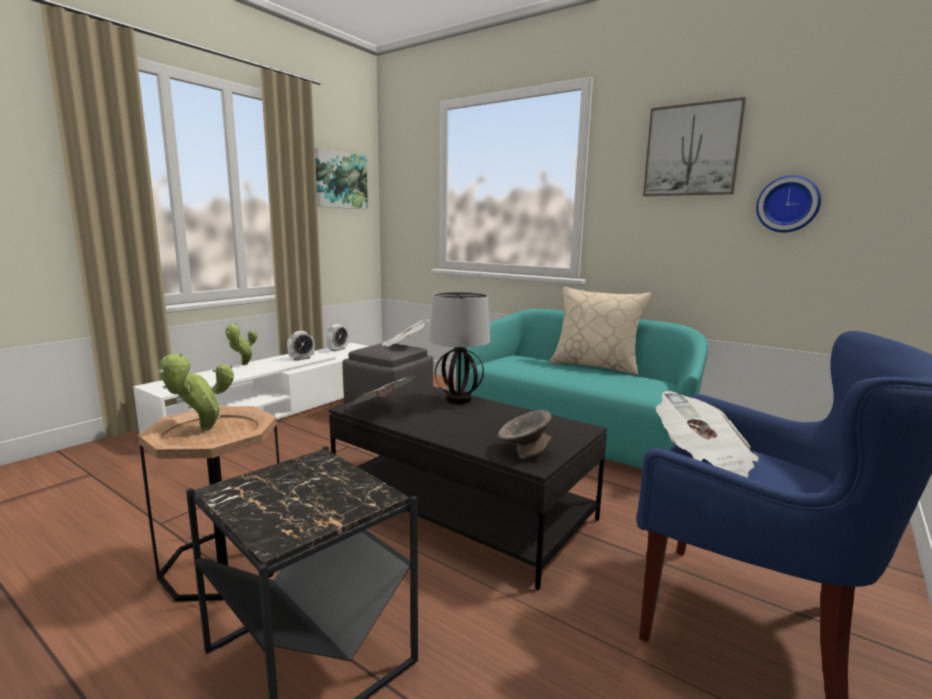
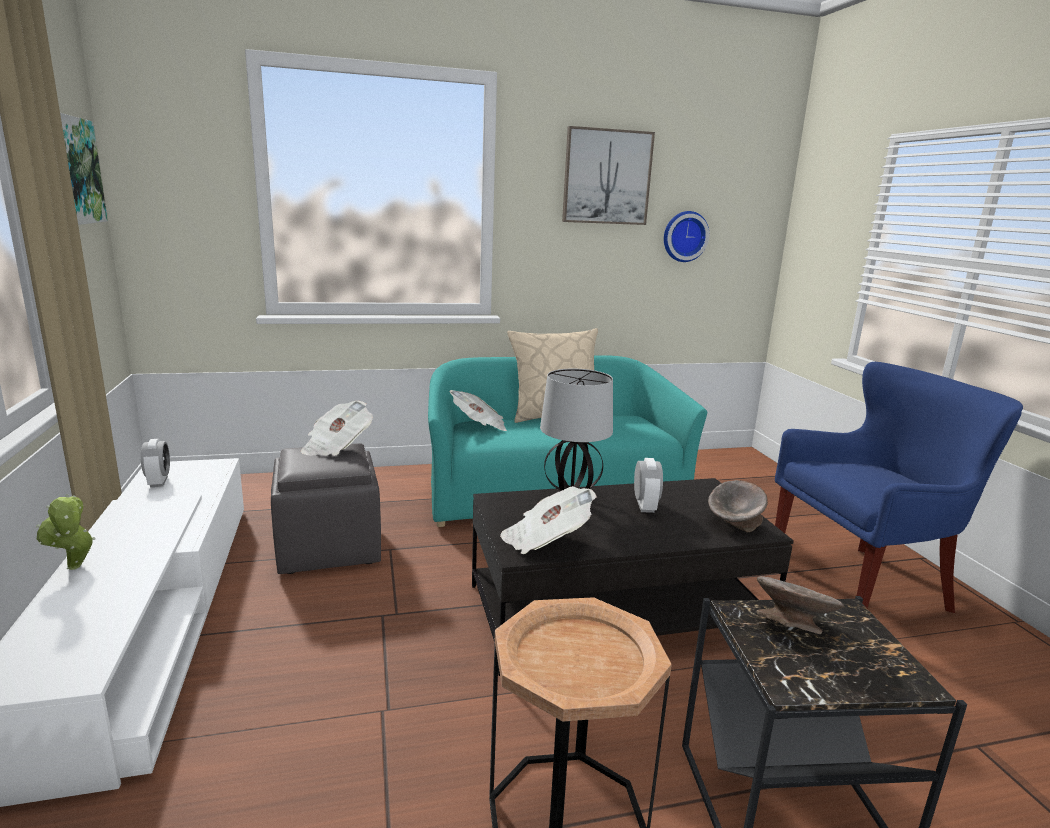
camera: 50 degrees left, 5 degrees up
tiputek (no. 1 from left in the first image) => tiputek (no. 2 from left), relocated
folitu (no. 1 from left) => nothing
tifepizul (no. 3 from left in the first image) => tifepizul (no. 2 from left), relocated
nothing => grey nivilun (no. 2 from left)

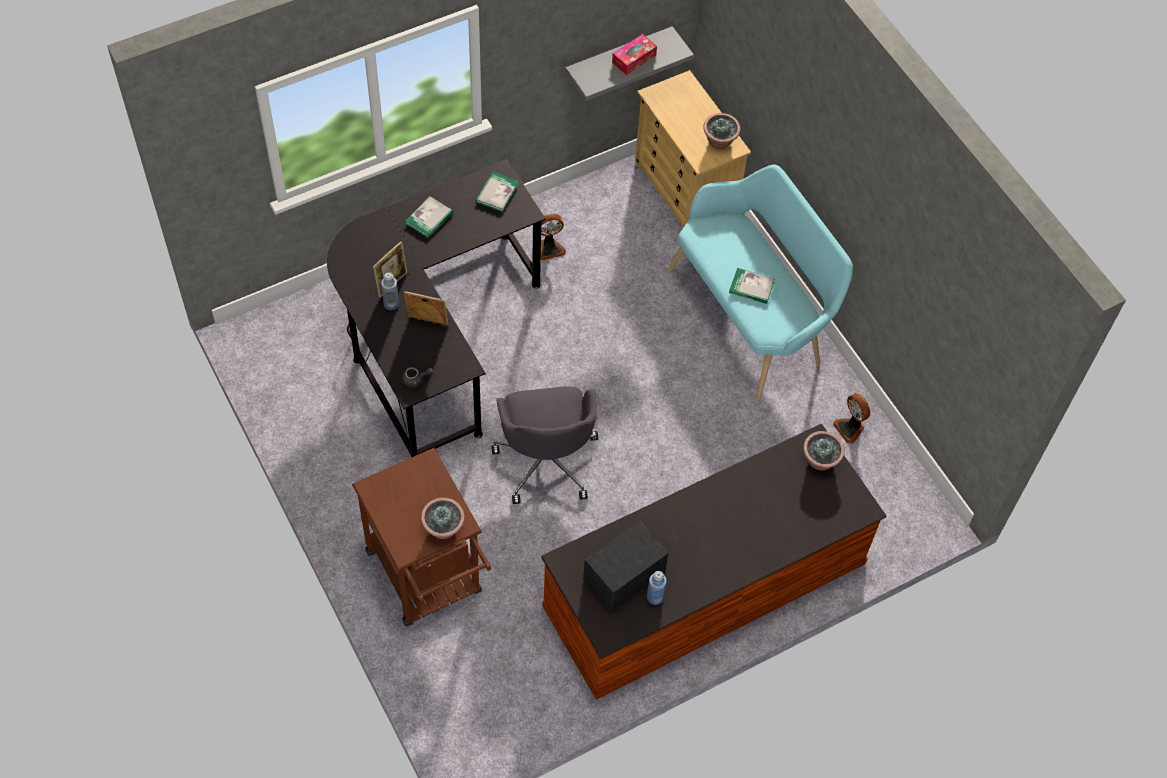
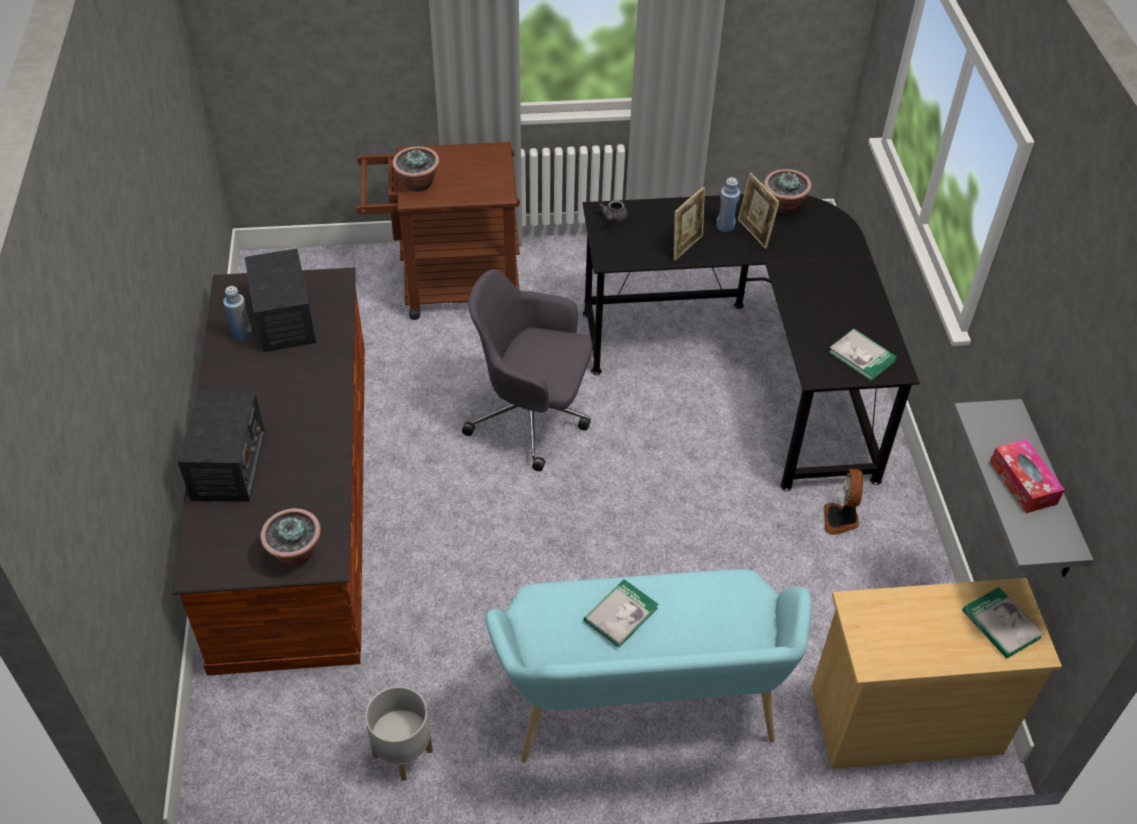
camera: 115 degrees right, 10 degrees down
folitu (no. 2 from left in the first image) => folitu (no. 3 from left), relocated
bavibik (no. 1 from left in the first image) => bavibik (no. 3 from left), relocated
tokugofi (no. 2 from left) => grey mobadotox
nothing => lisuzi (no. 1 from left)

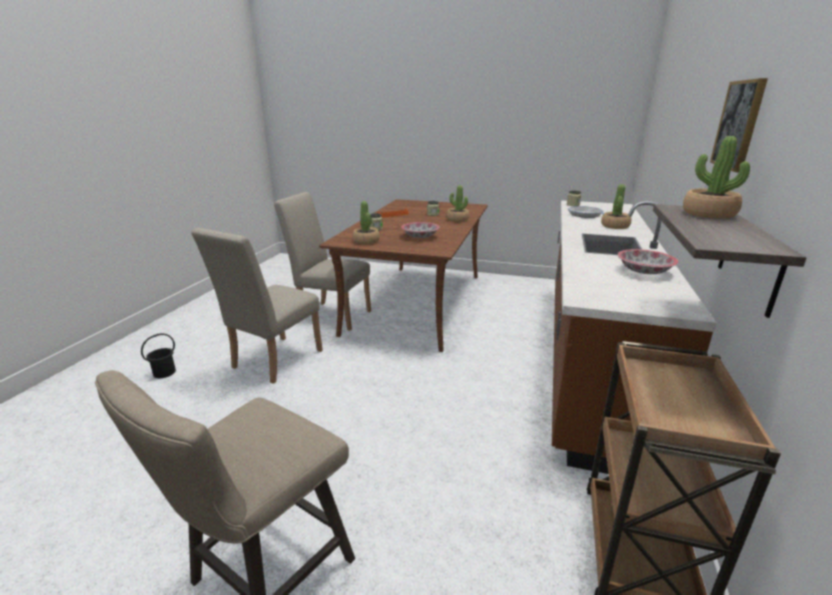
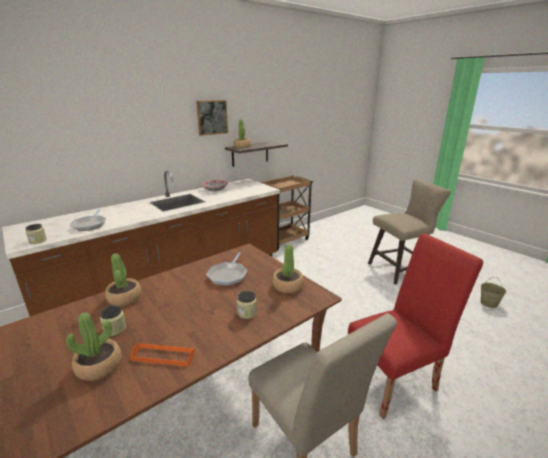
camera: 145 degrees left, 0 degrees up
folitu (no. 3 from left in the first image) => folitu (no. 1 from left), relocated
nivilun (no. 1 from left) => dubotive (no. 2 from left)
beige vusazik (no. 1 from left) => red vusazik
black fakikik => nothing
nothing => beige fakikik

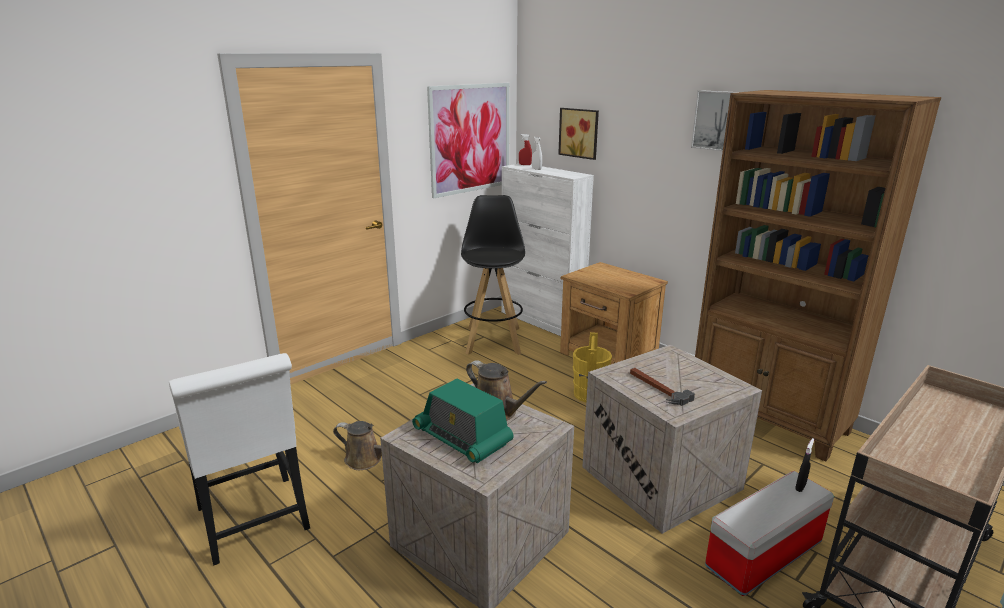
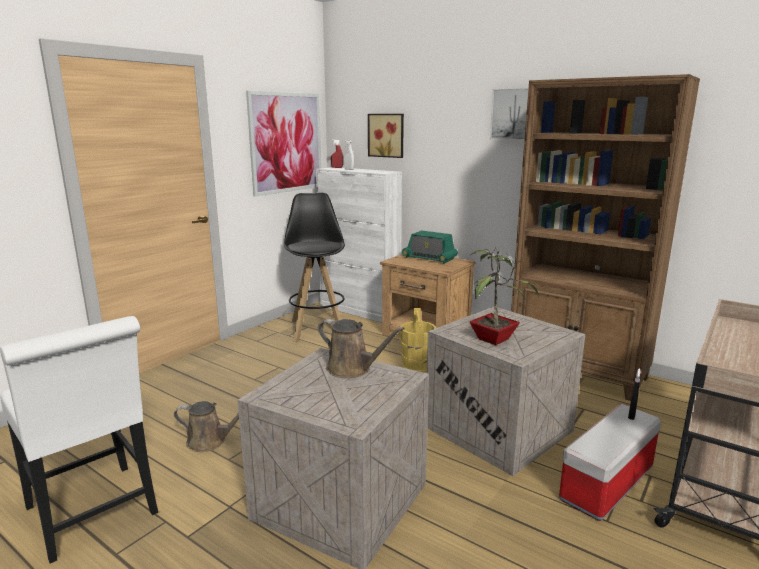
camera: 10 degrees left, 5 degrees down
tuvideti => folitu
lisuzi, relocated

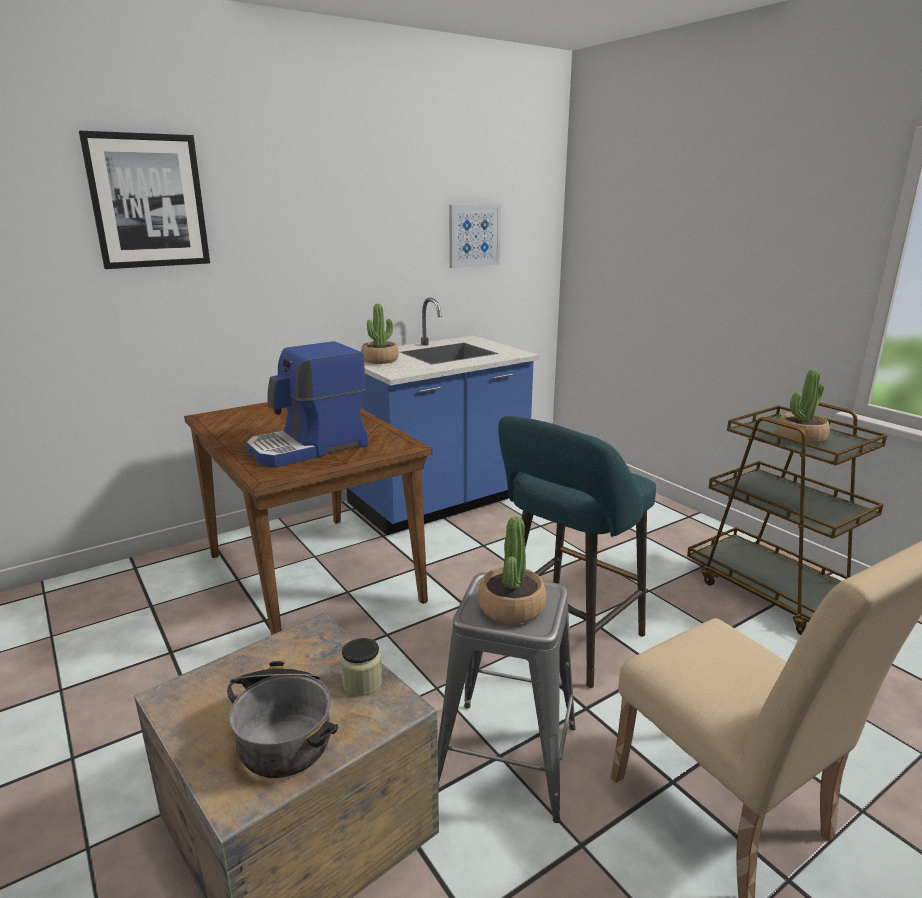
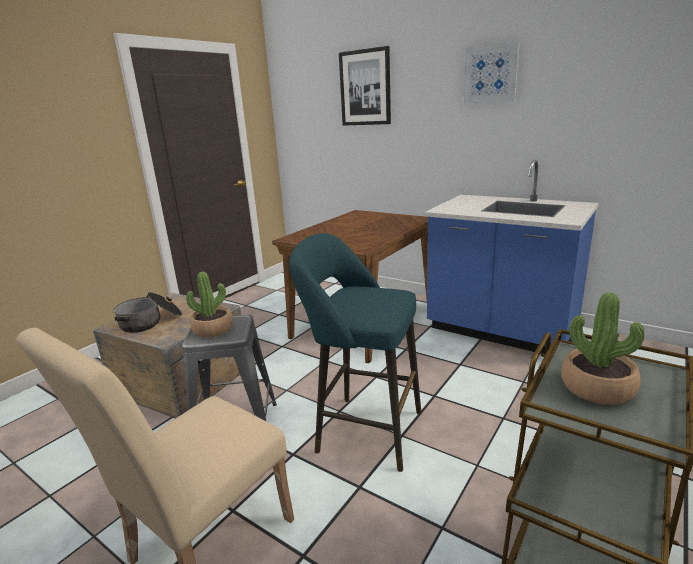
camera: 70 degrees right, 0 degrees up
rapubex (no. 2 from left), relocated
folitu (no. 1 from left) => nothing
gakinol => nothing
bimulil => nothing

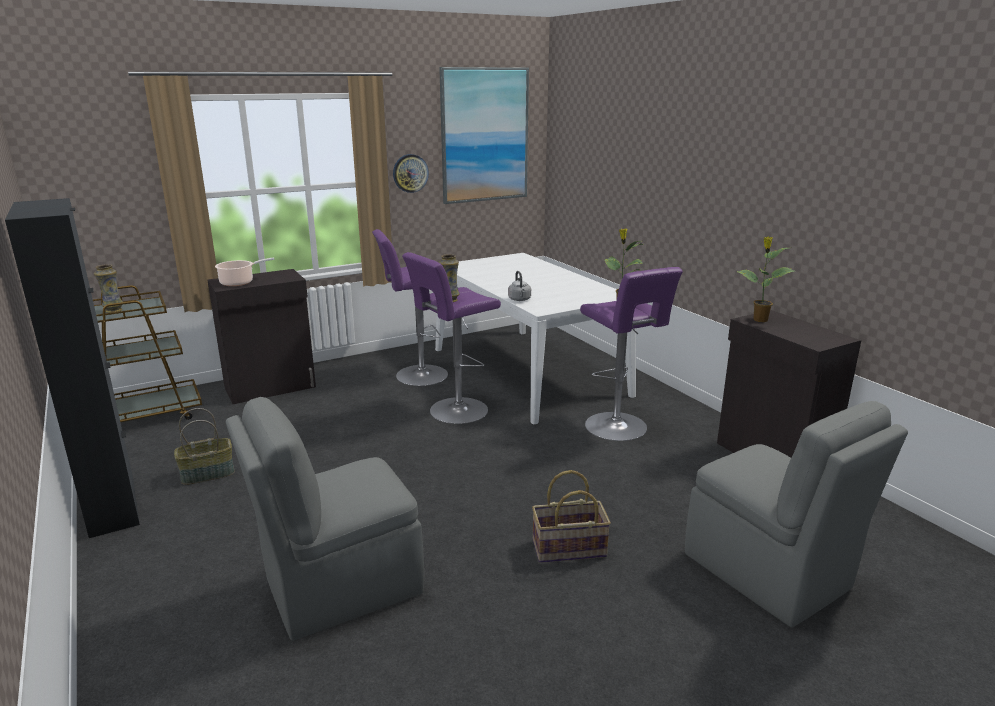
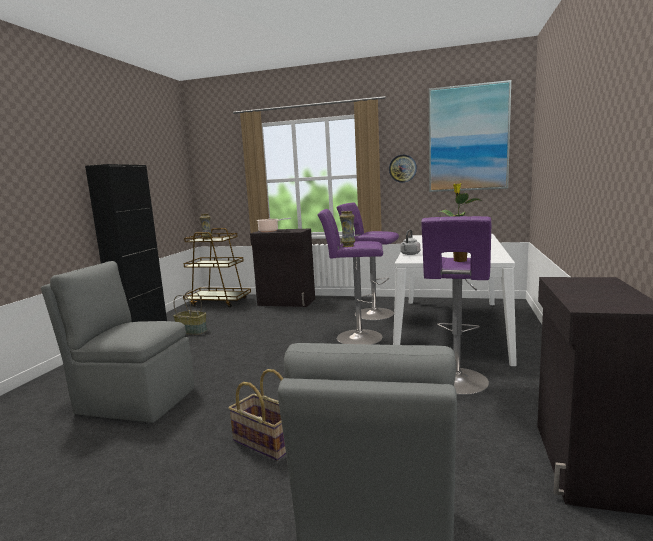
camera: 45 degrees right, 10 degrees down
folitu (no. 2 from left) => nothing

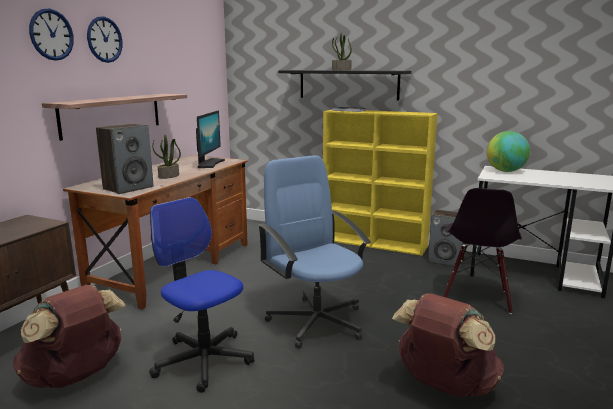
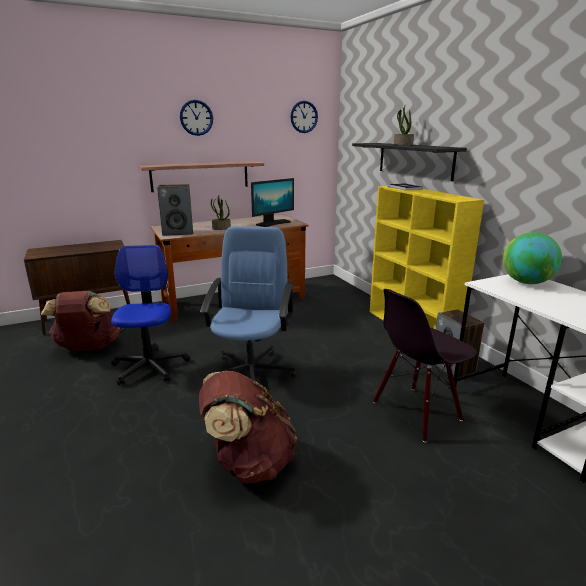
camera: 40 degrees right, 5 degrees up
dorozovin (no. 1 from left in the first image) => dorozovin (no. 2 from left), relocated

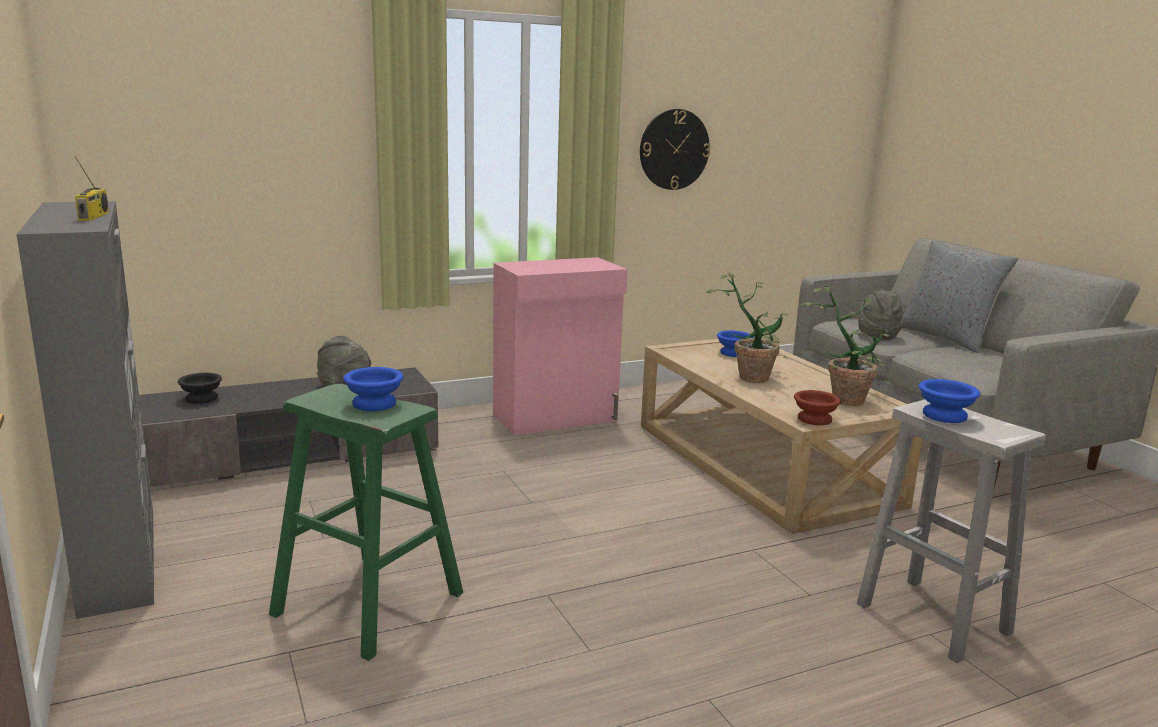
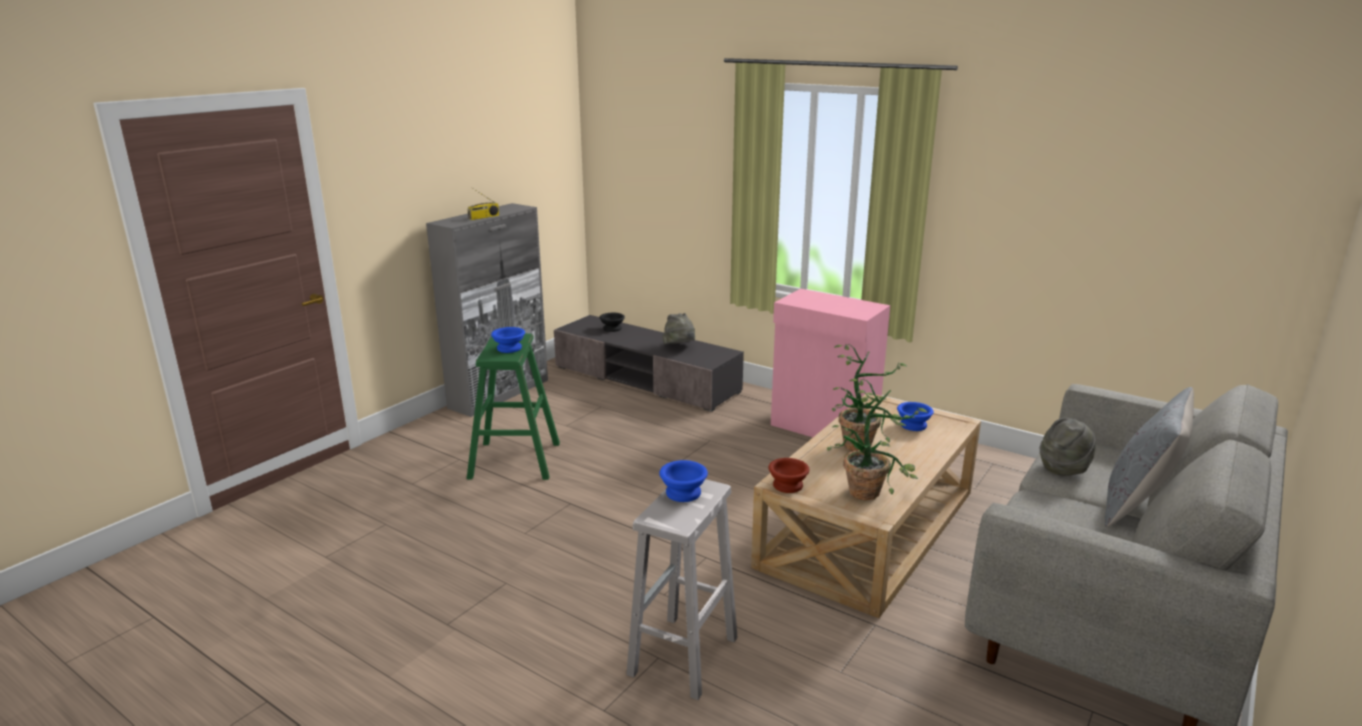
camera: 60 degrees right, 5 degrees up
dorozovin => nothing

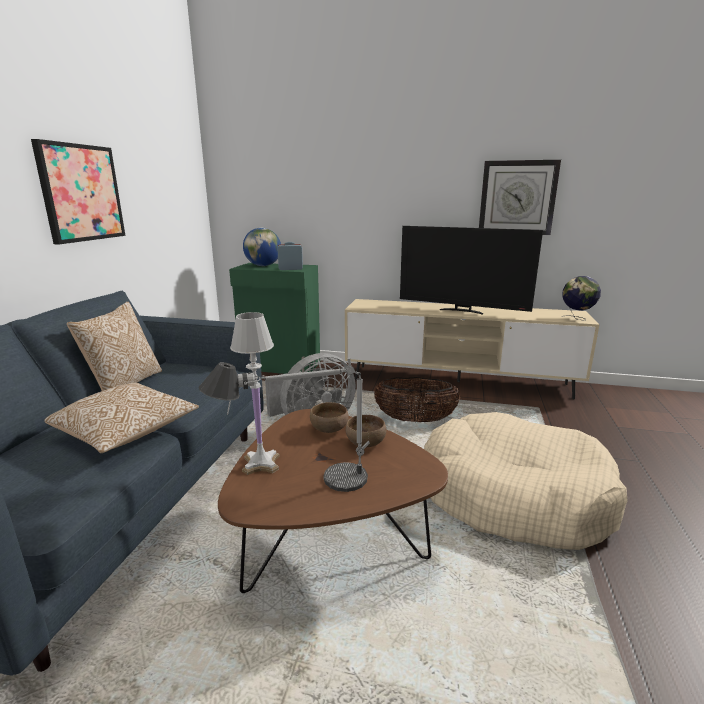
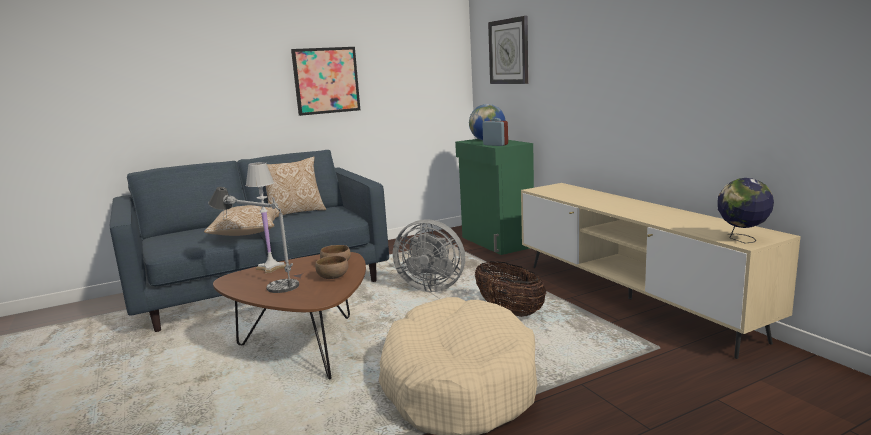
camera: 50 degrees right, 5 degrees down
dorozovin, relocated
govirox => nothing

